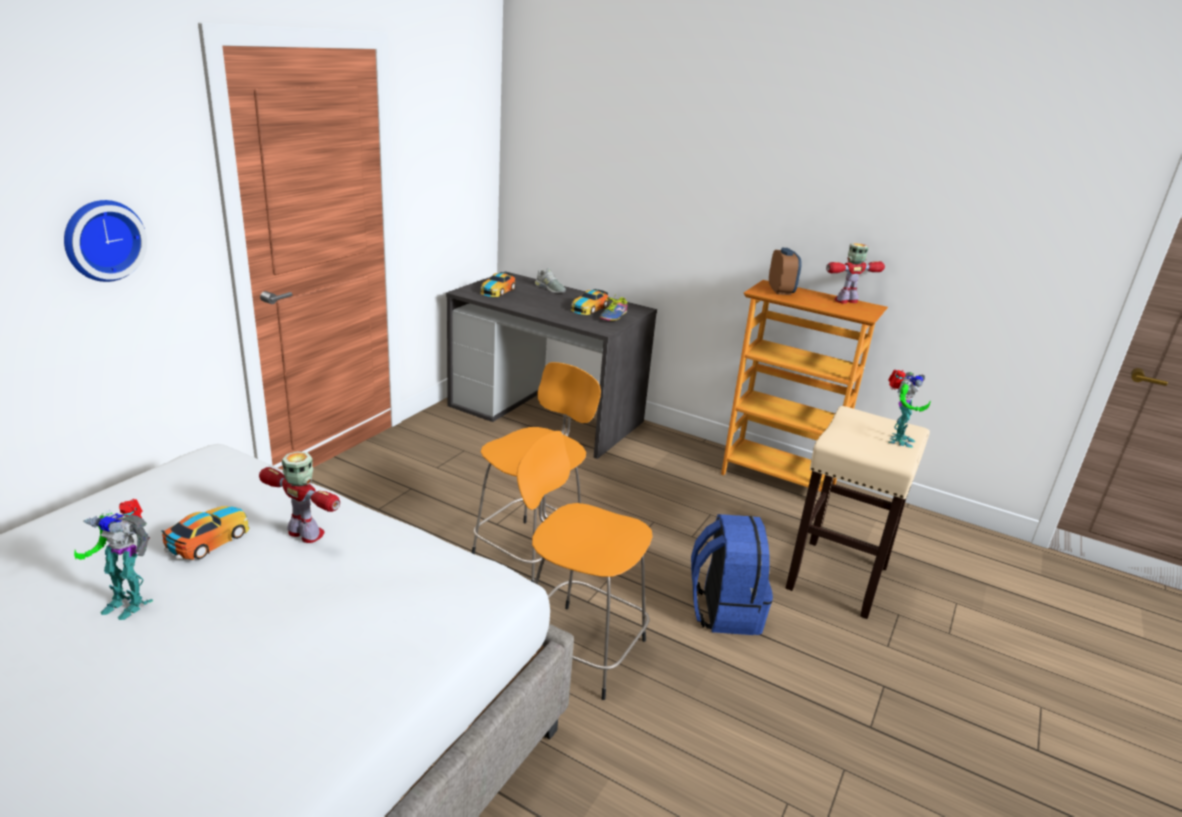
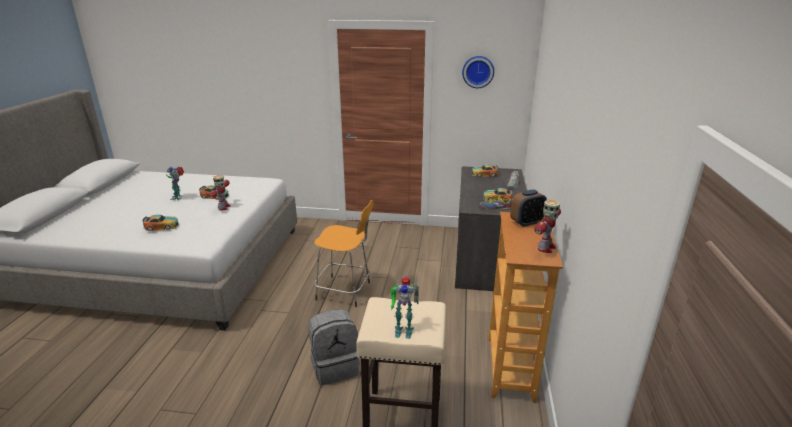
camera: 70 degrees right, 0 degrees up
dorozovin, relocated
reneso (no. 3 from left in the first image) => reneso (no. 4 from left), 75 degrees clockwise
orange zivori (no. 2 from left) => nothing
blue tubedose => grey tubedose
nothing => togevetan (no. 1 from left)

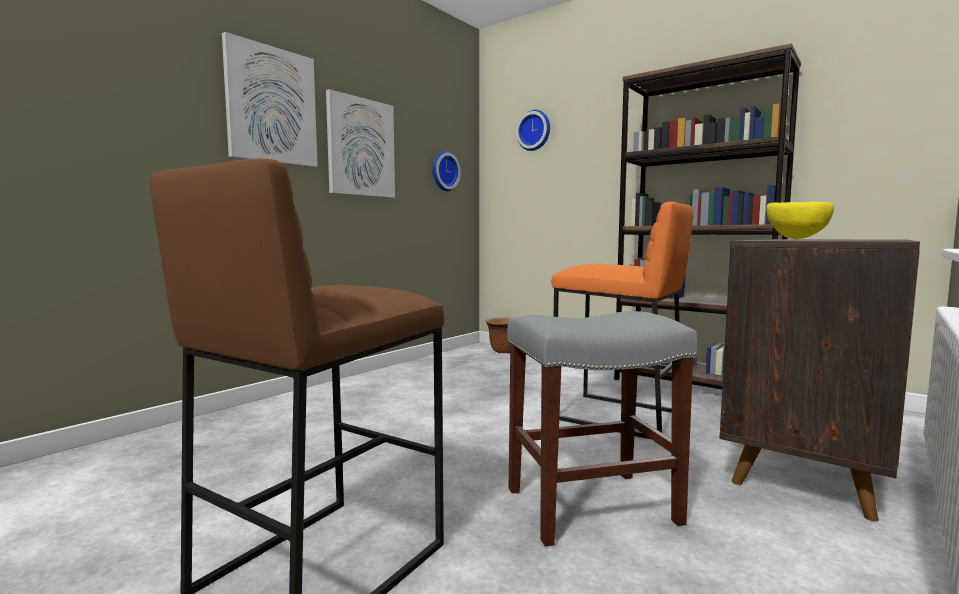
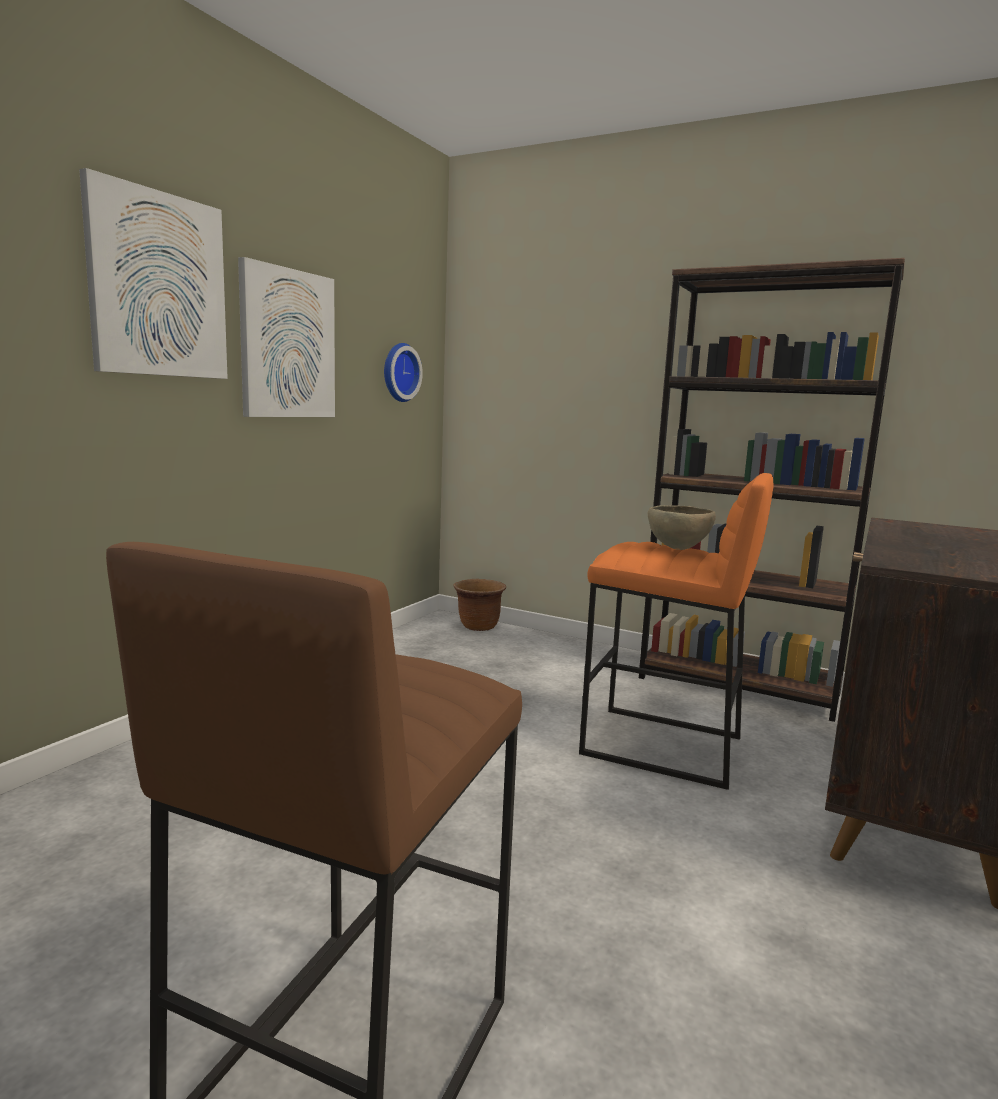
camera: 10 degrees left, 5 degrees up
dorozovin (no. 2 from left) => nothing
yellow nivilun => nothing
grey zivori => nothing
nothing => brown nivilun

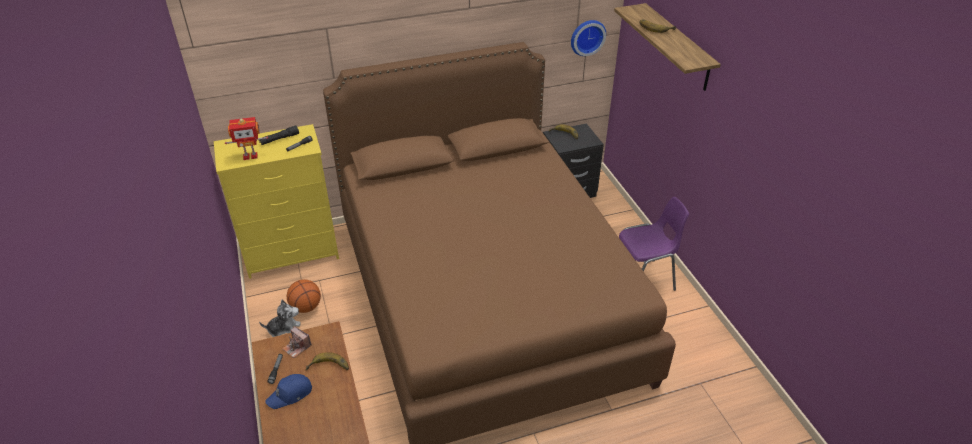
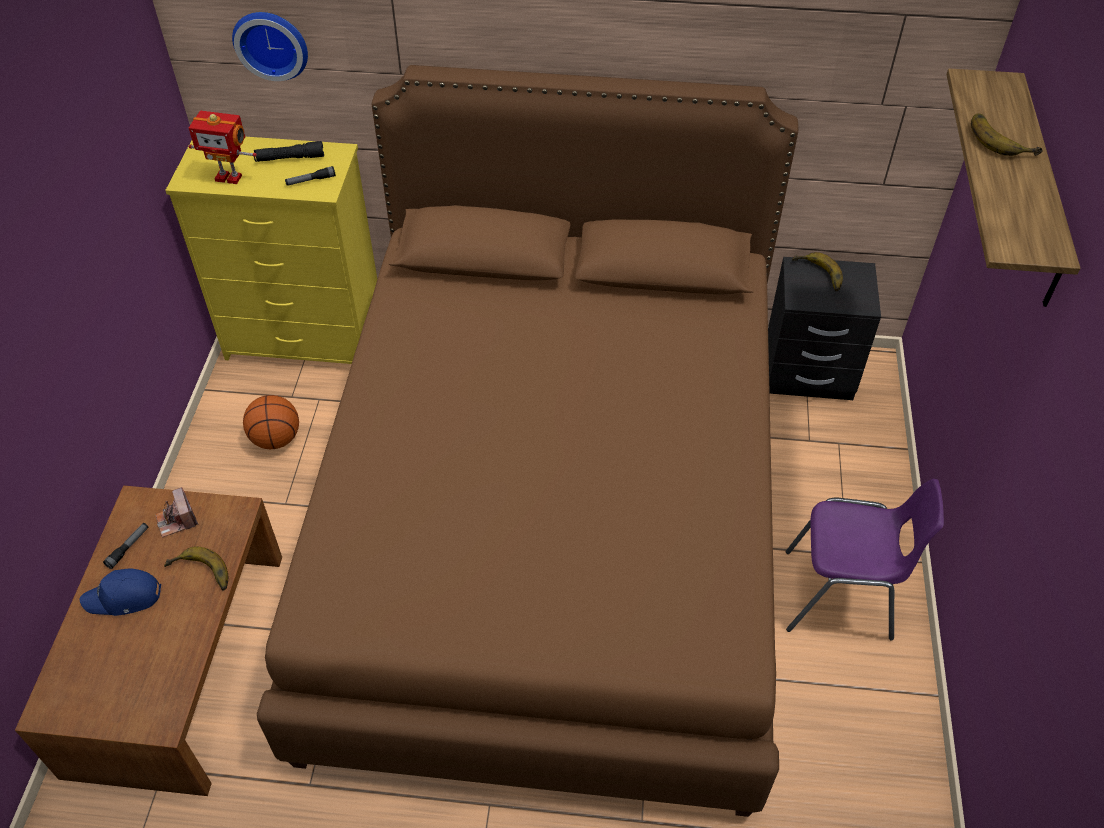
camera: 25 degrees right, 10 degrees up
dorozovin, relocated
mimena => nothing

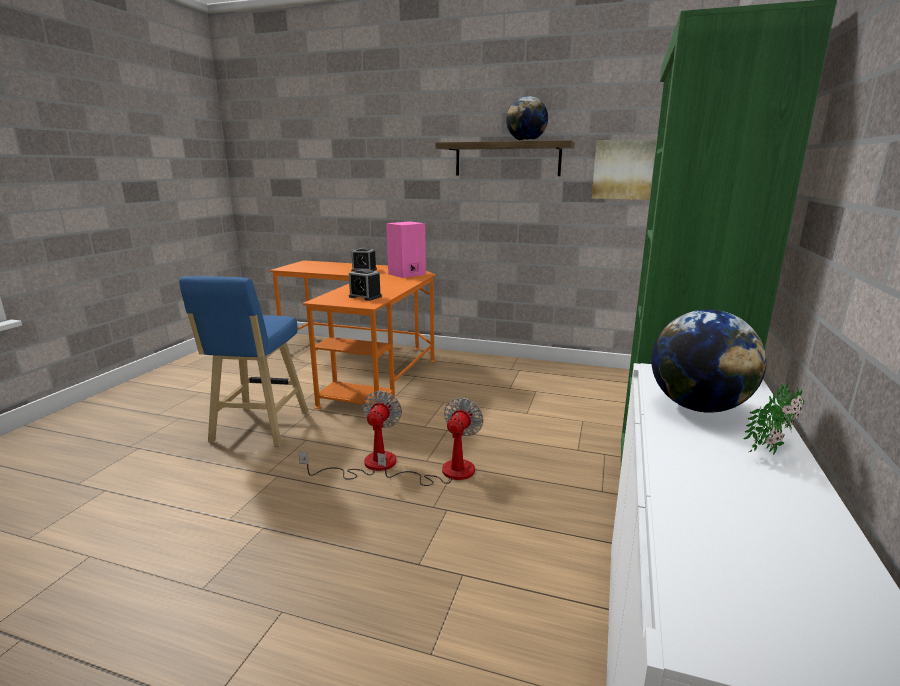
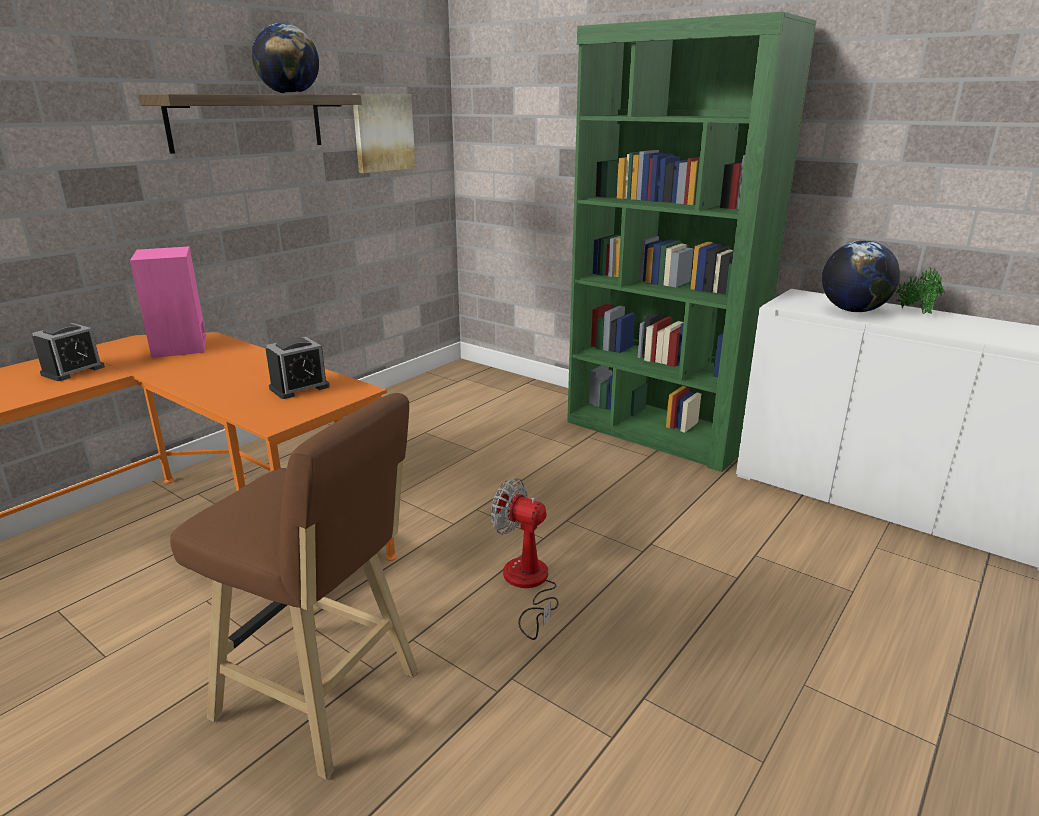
camera: 70 degrees left, 5 degrees up
blue zivori => brown zivori
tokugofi (no. 2 from left) => nothing

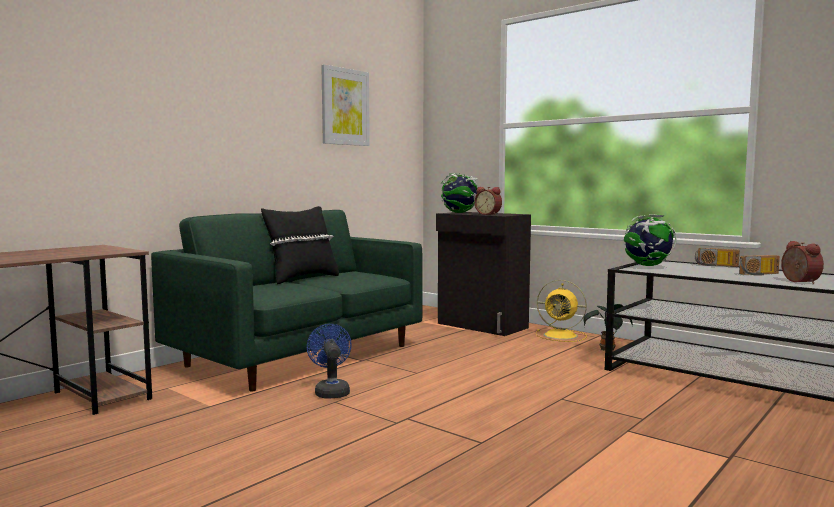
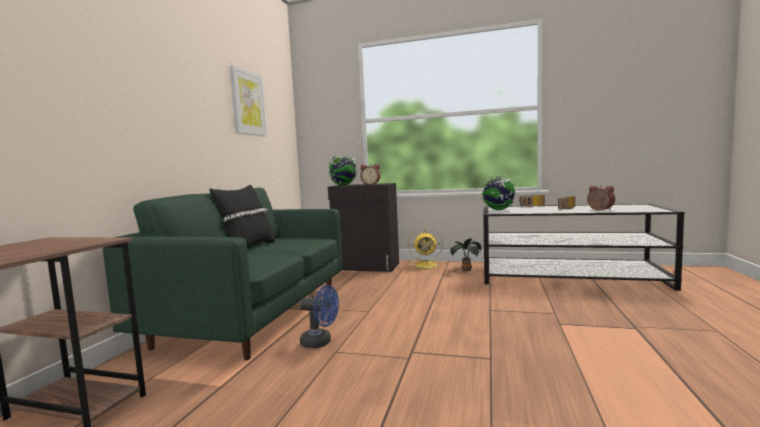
camera: 25 degrees left, 0 degrees up
blue tokugofi, 150 degrees clockwise

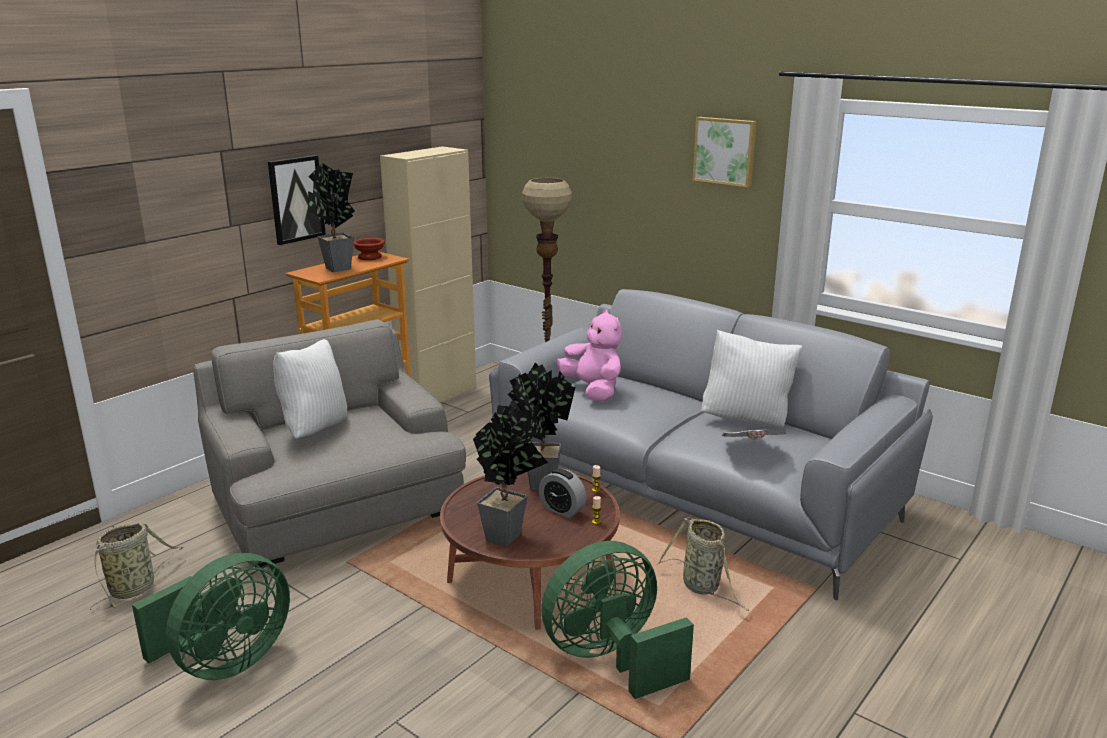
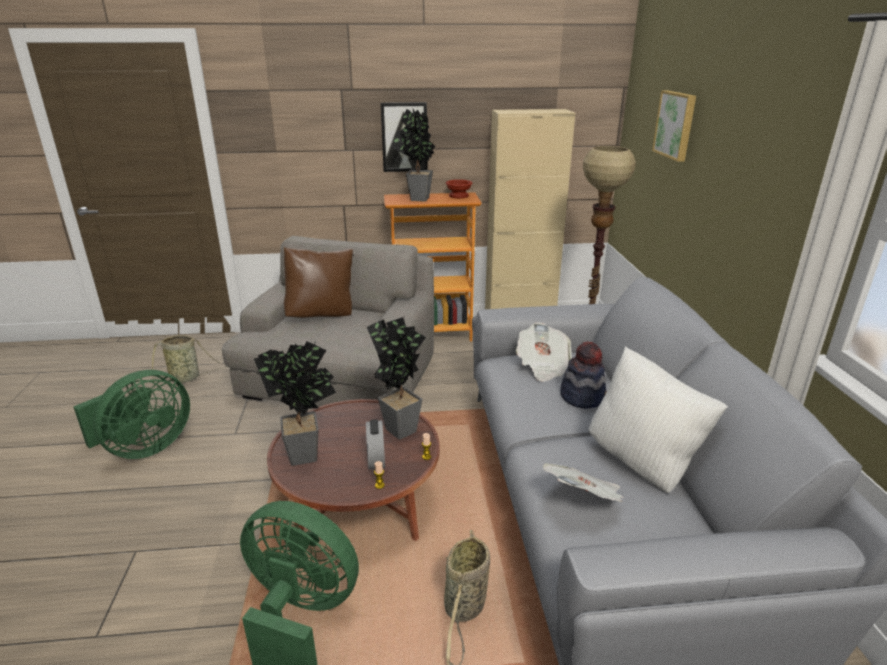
camera: 45 degrees right, 5 degrees up
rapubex (no. 2 from left), relocated
pink mimena => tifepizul (no. 1 from left)
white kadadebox (no. 1 from left) => brown kadadebox
green tokugofi (no. 1 from left), 45 degrees counterclockwise
nothing => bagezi

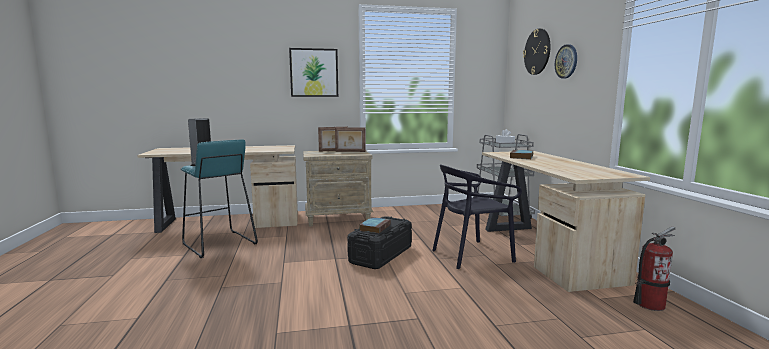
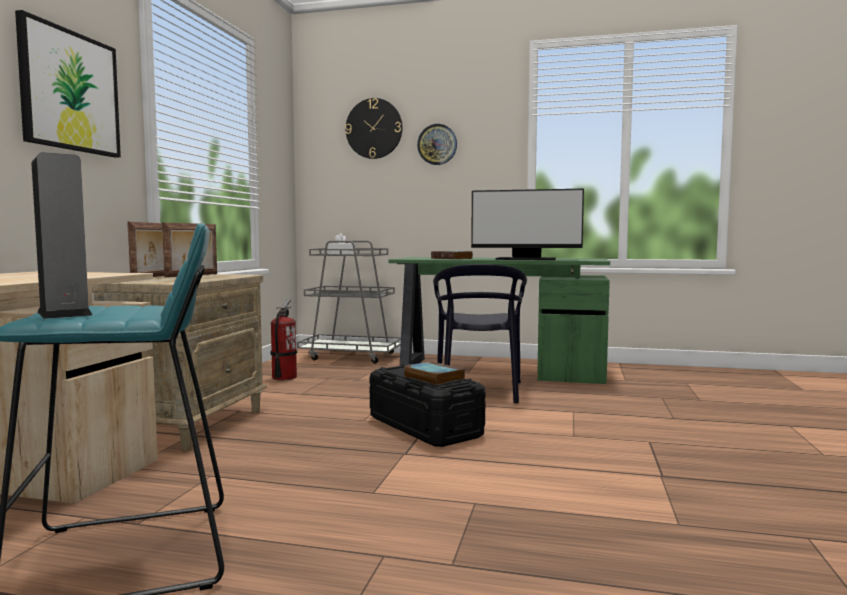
camera: 65 degrees left, 5 degrees down
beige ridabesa (no. 2 from left) => green ridabesa
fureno, relocated
nothing => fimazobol

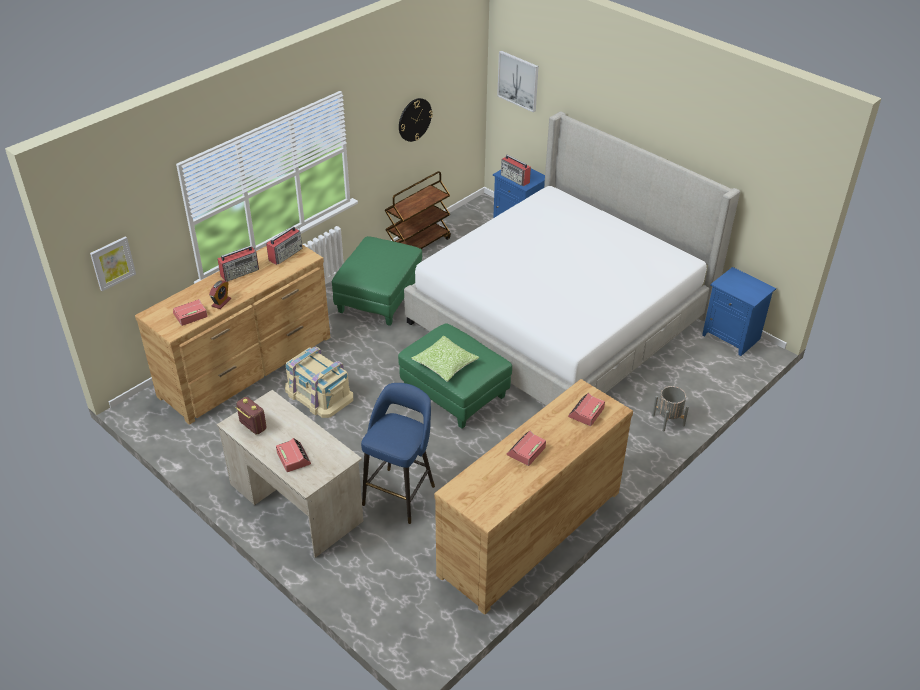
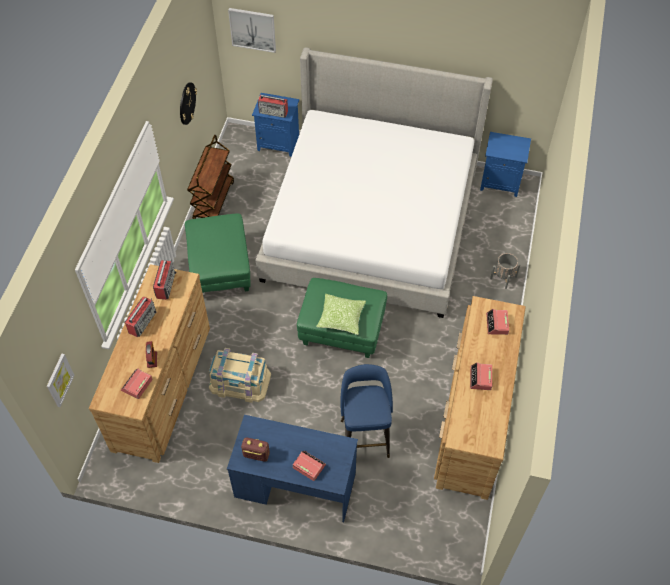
camera: 30 degrees left, 15 degrees up
beige ridabesa => blue ridabesa

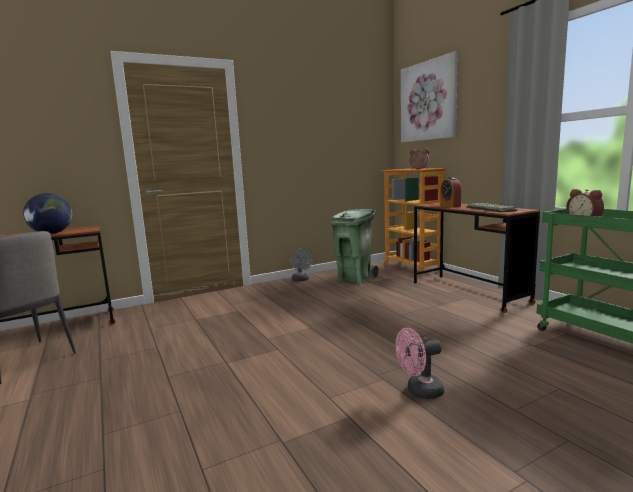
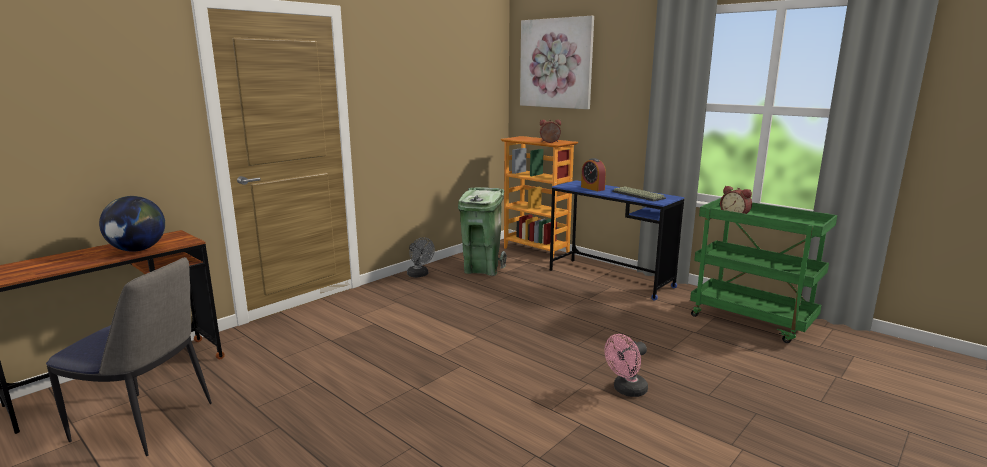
camera: 20 degrees left, 5 degrees up
brown ridabesa (no. 2 from left) => blue ridabesa

